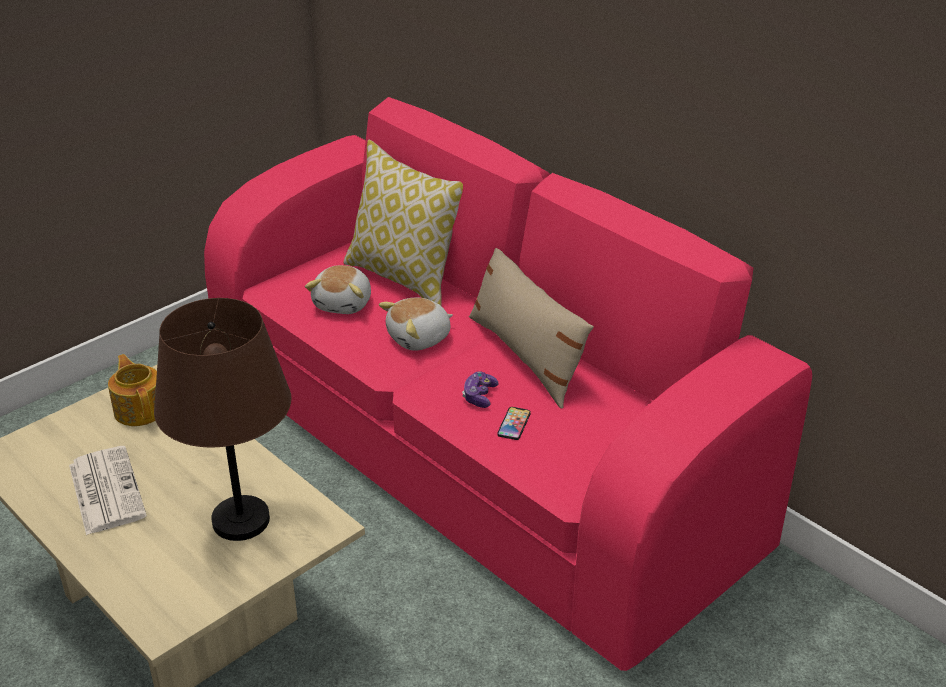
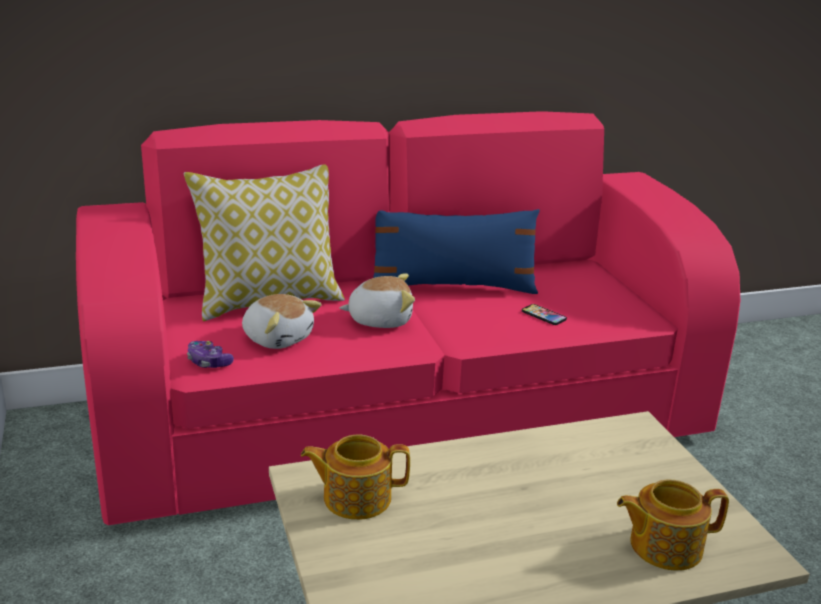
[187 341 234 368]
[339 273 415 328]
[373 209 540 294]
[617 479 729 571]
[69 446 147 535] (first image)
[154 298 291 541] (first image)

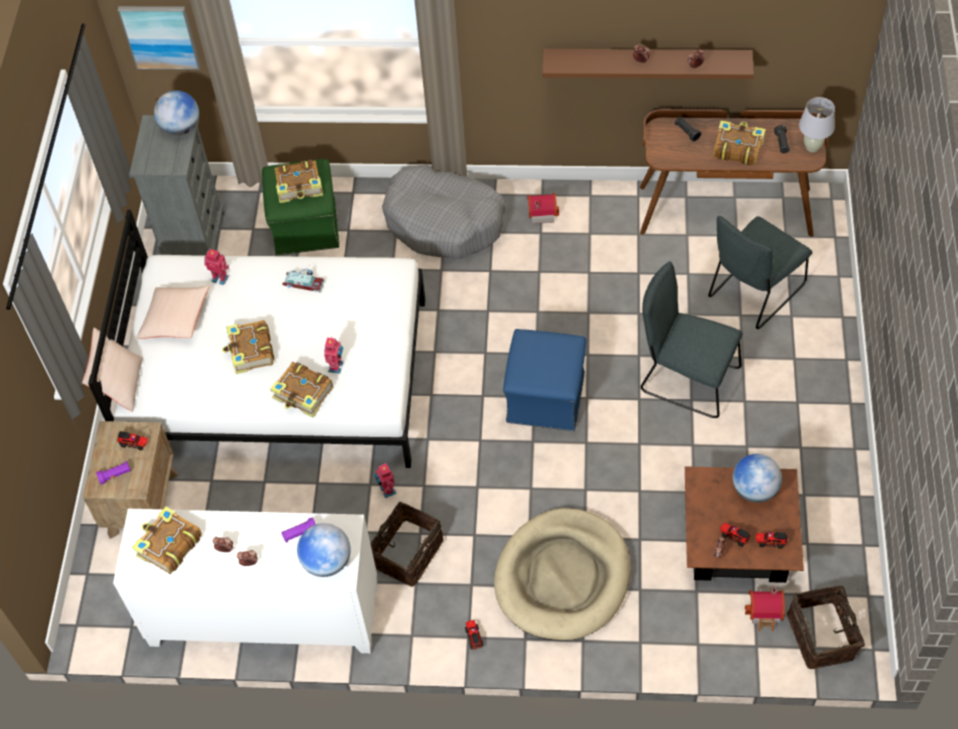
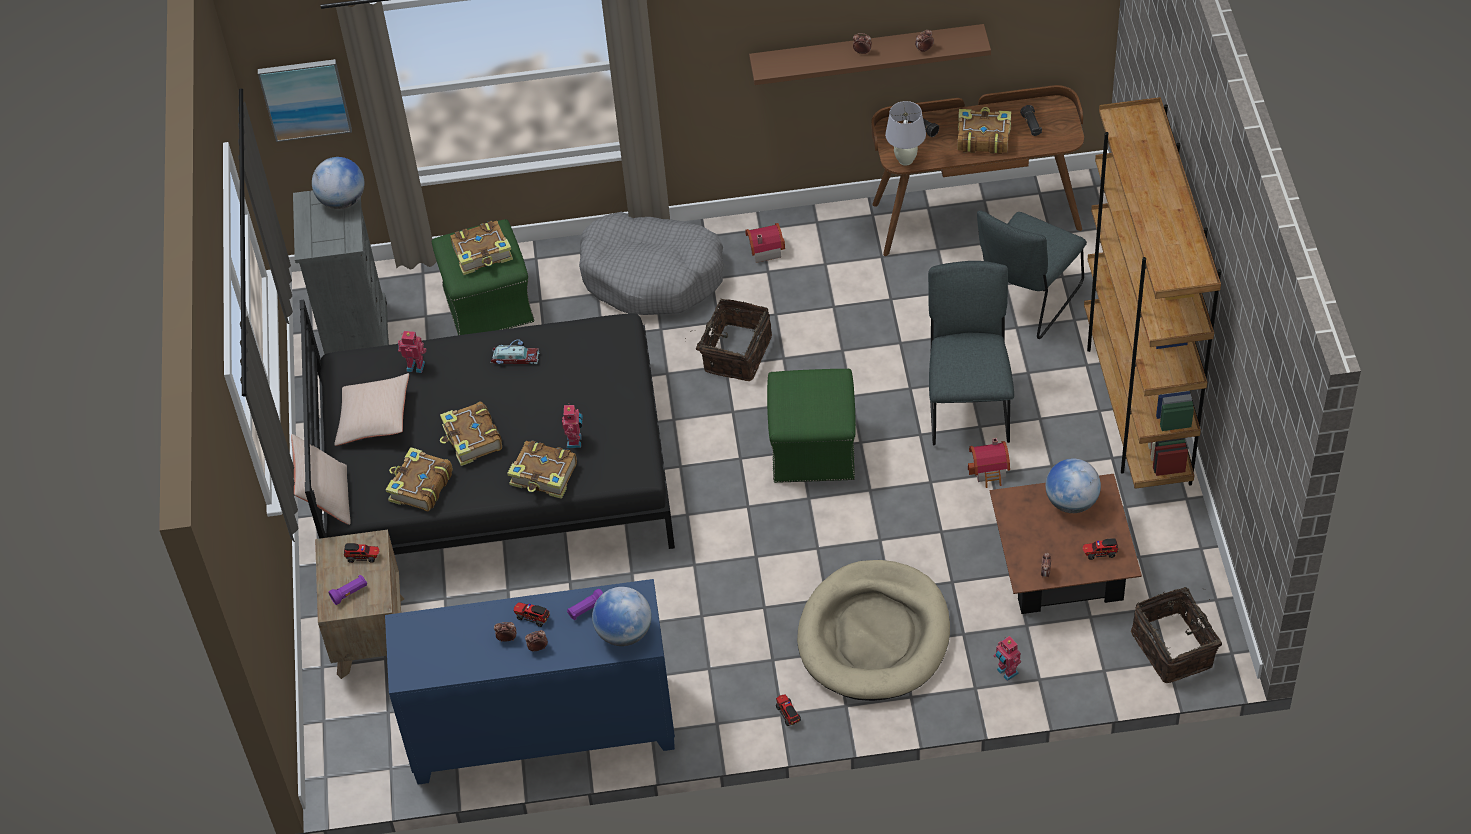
[300 300 675 555]
[385 447 453 512]
[385 579 675 785]
[514 602 550 627]
[691 299 772 381]
[767 369 856 483]
[885 101 926 166]
[928 261 1014 445]
[968 438 1010 488]
[994 636 1021 681]
[1084 97 1222 489]

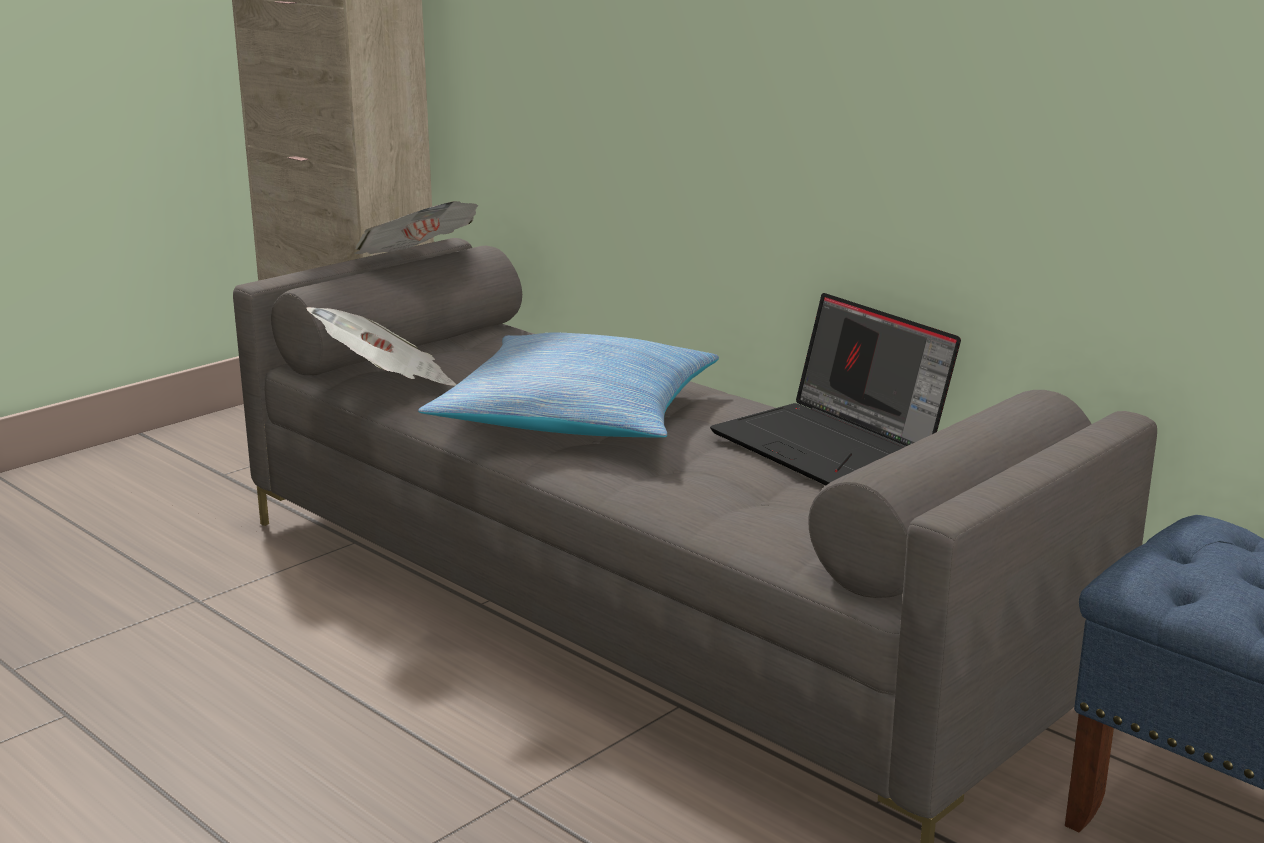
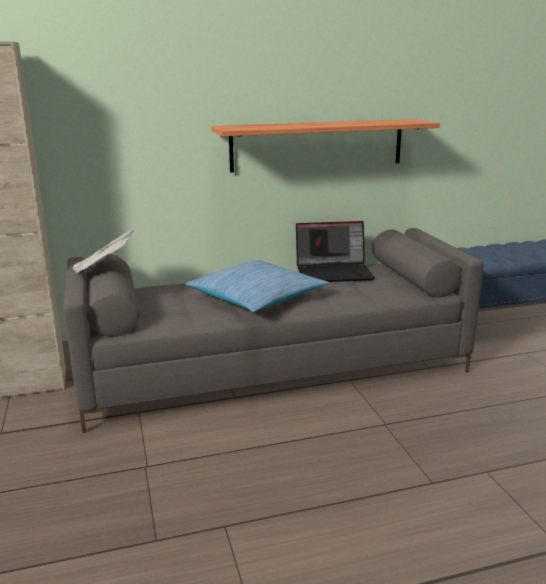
[211 119 440 173]
[306 307 456 386] (first image)

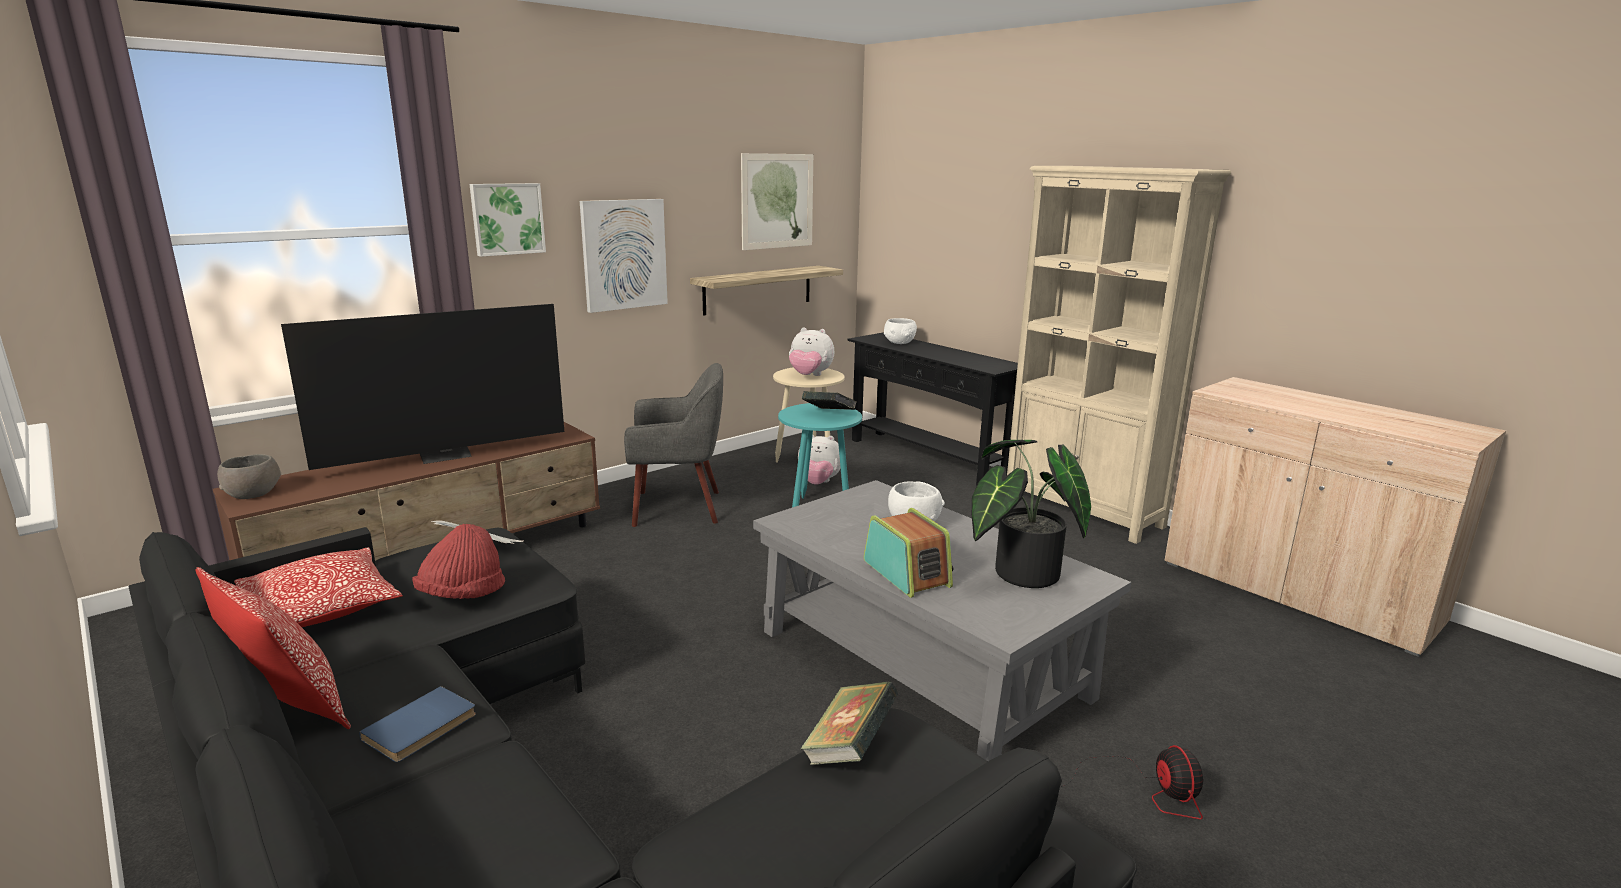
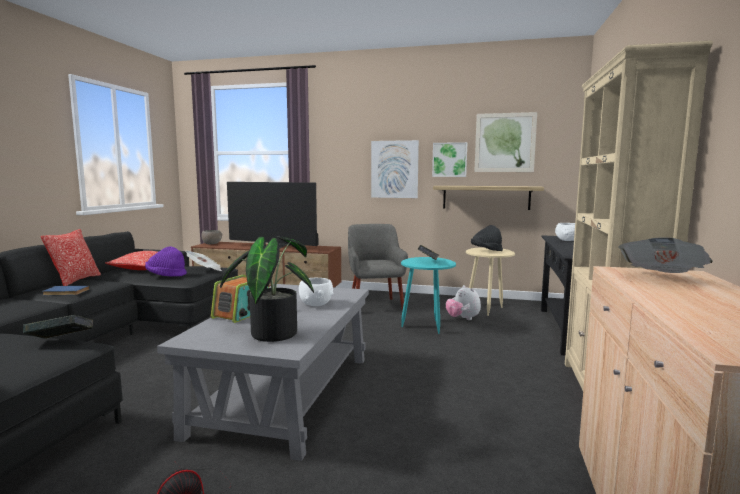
[145 246 187 277]
[348 224 408 311]
[432 142 467 177]
[471 225 503 251]
[618 237 713 273]

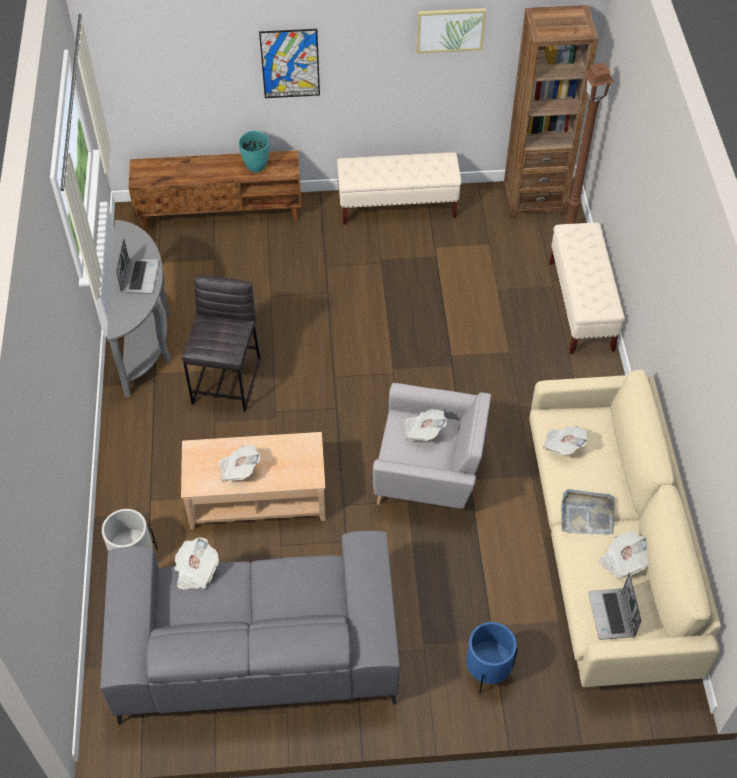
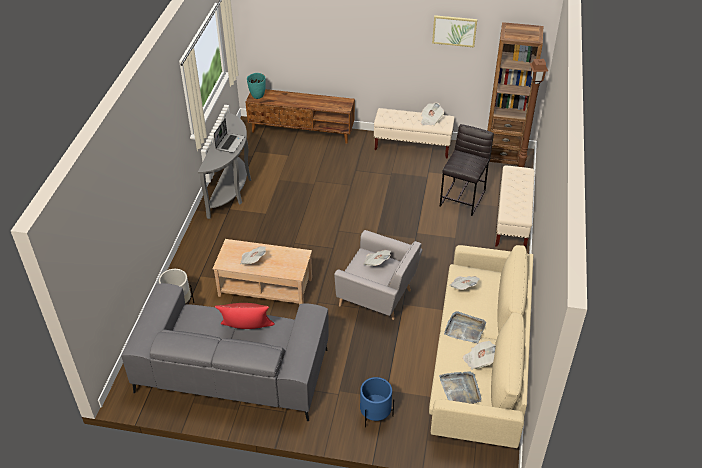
[215 303 275 329]
[247 73 266 99]
[421 103 444 126]
[439 371 482 404]
[440 124 494 216]
[259 29 320 98] (first image)

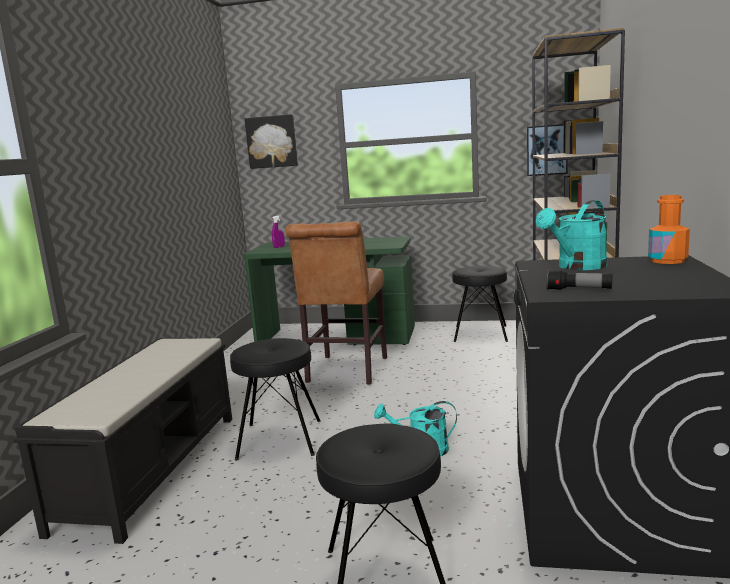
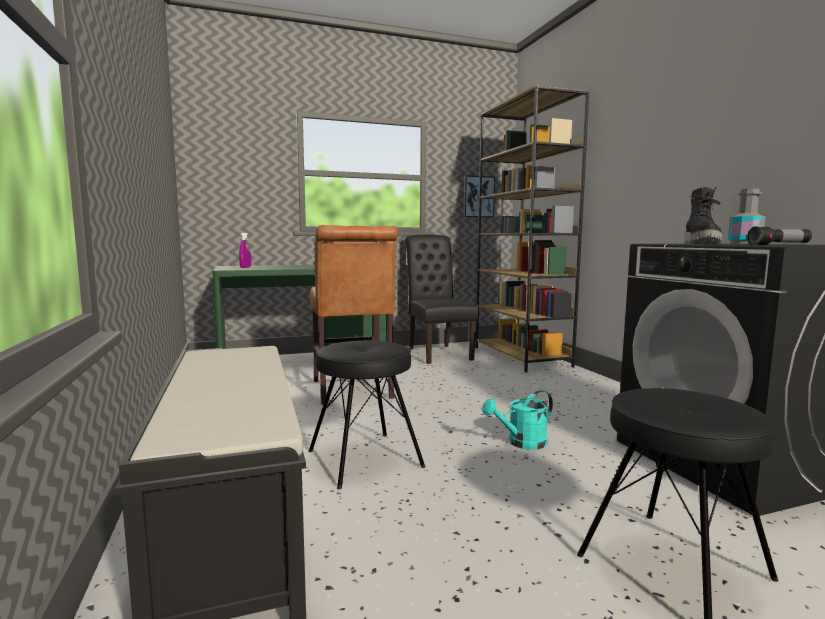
[404 235 479 364]
[685 187 723 244]
[728 189 766 244]
[245 114 298 169] (first image)

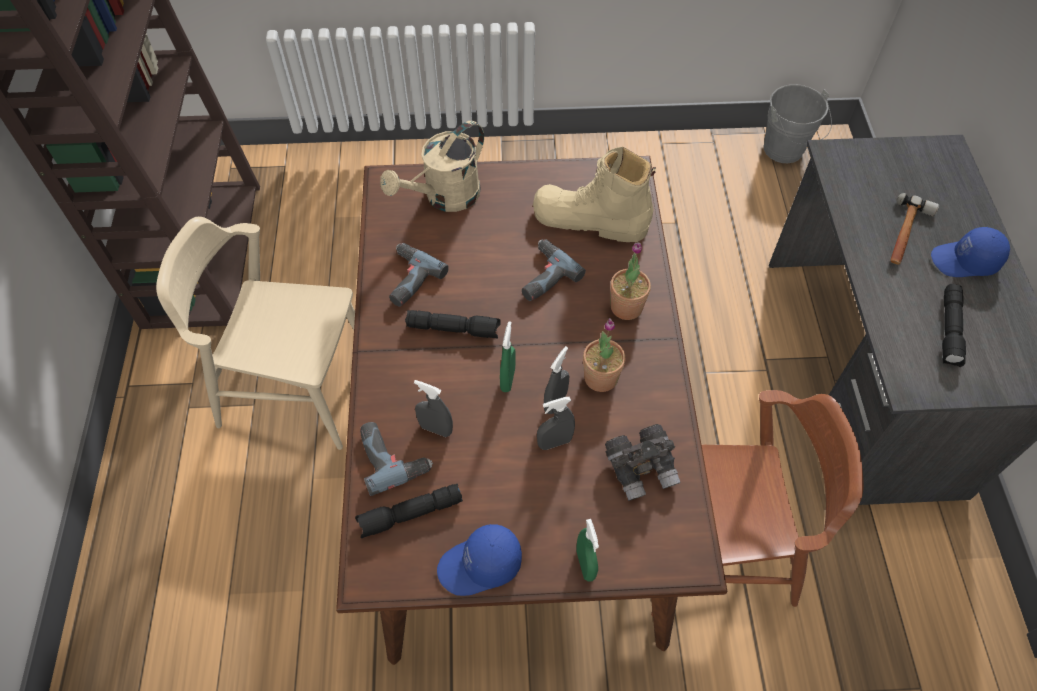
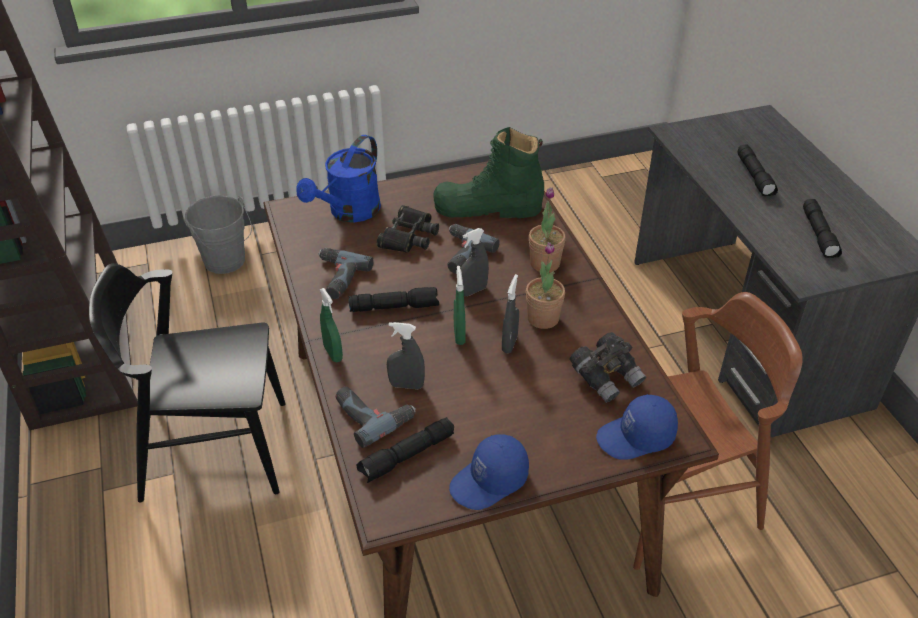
[89 263 285 503]
[183 195 252 274]
[296 135 381 223]
[320 288 343 362]
[377 205 439 253]
[433 127 544 218]
[461 228 489 296]
[596 394 678 460]
[737 145 778 196]

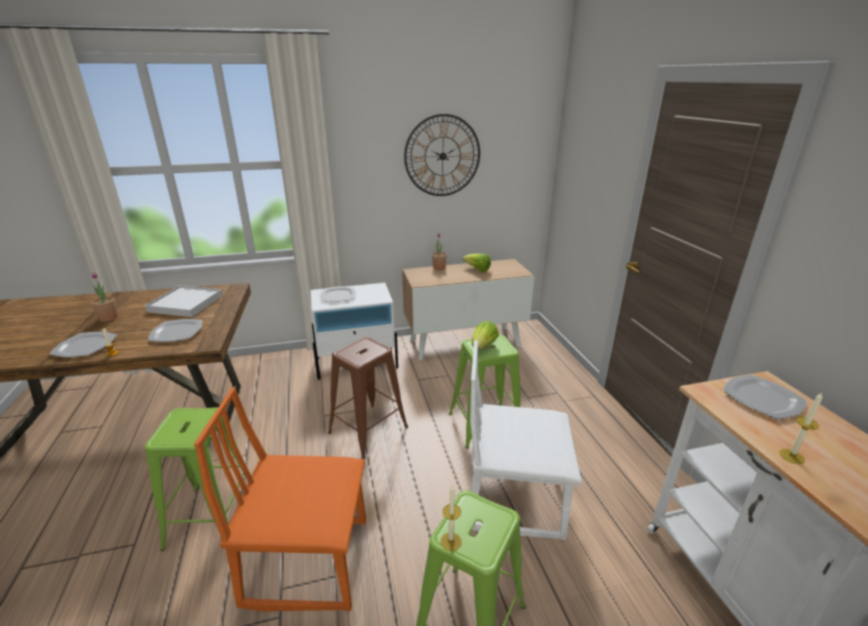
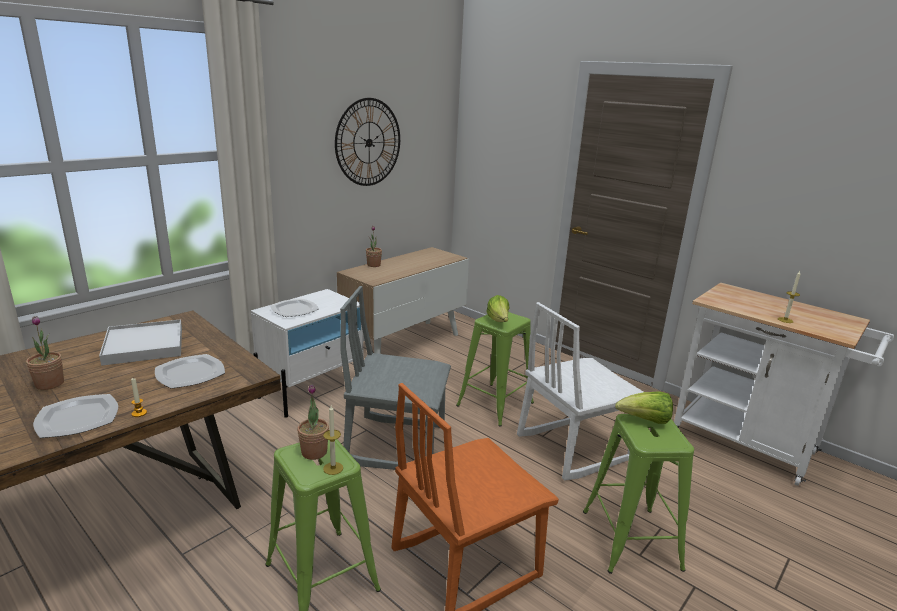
[297 384 329 460]
[323 405 343 475]
[340 286 451 470]
[615 391 673 424]
[723 375 807 419] (first image)

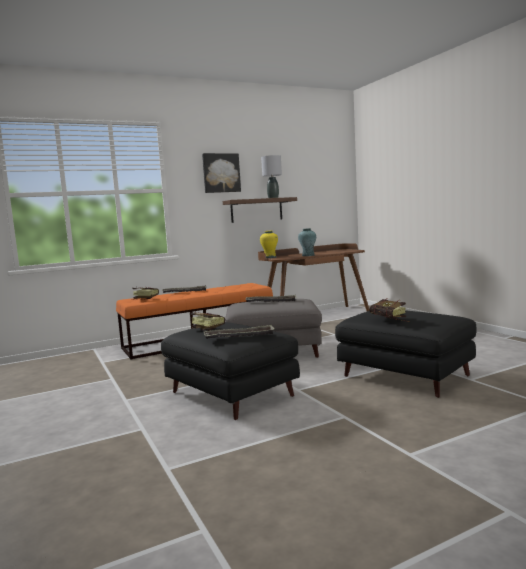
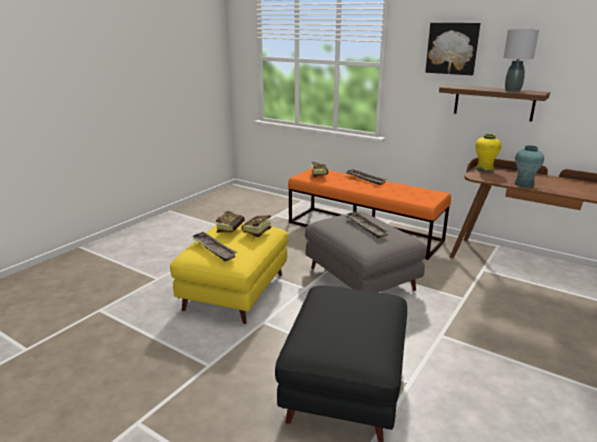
[170 223 289 324]
[241 215 271 242]

